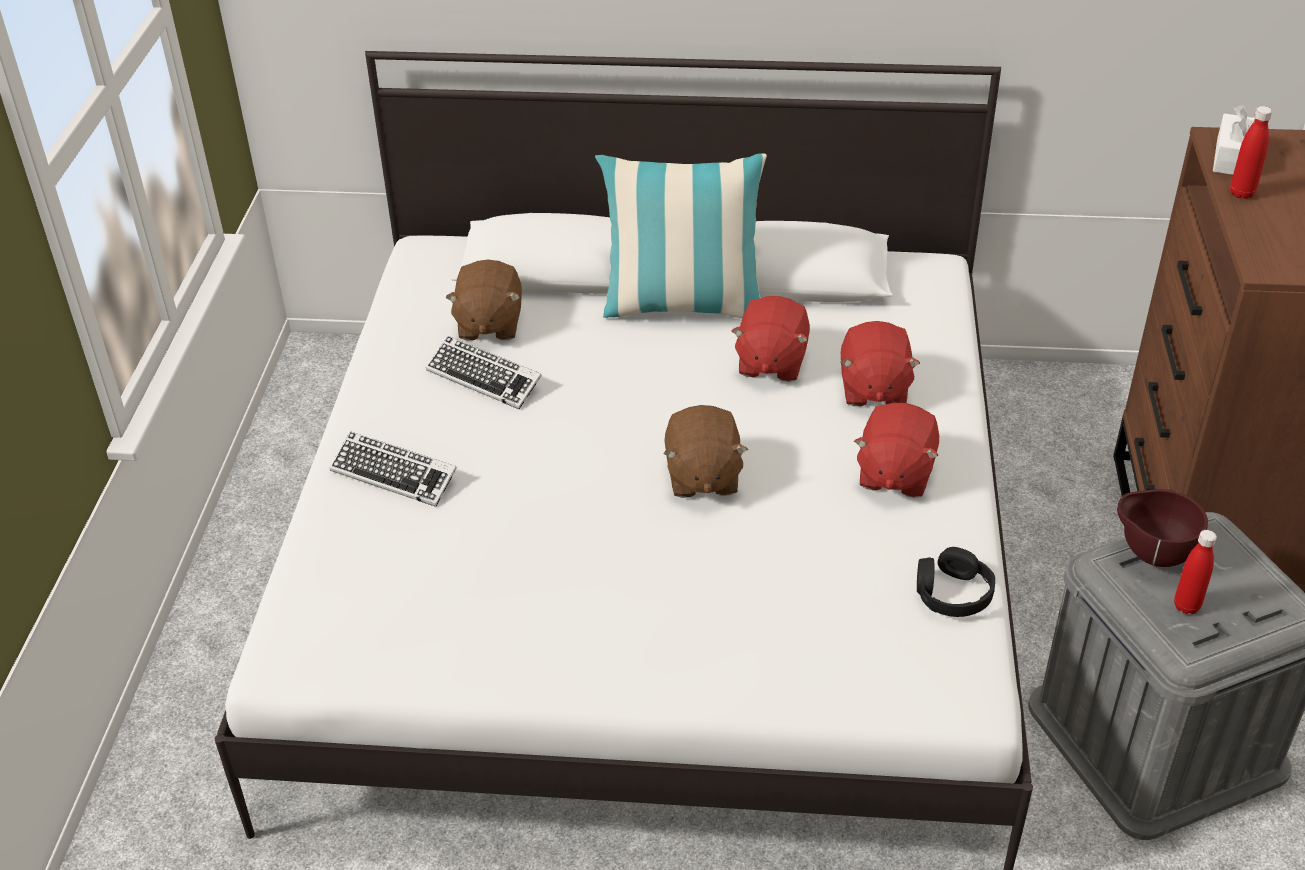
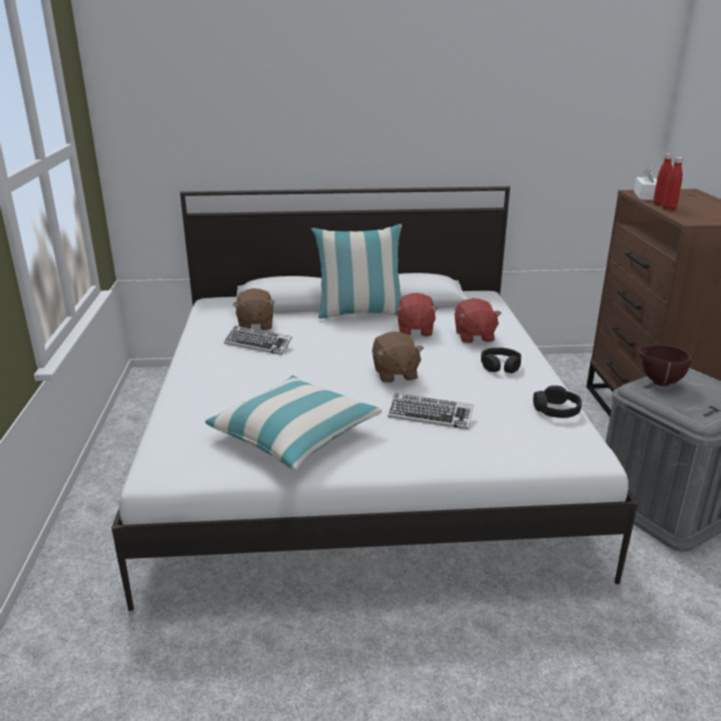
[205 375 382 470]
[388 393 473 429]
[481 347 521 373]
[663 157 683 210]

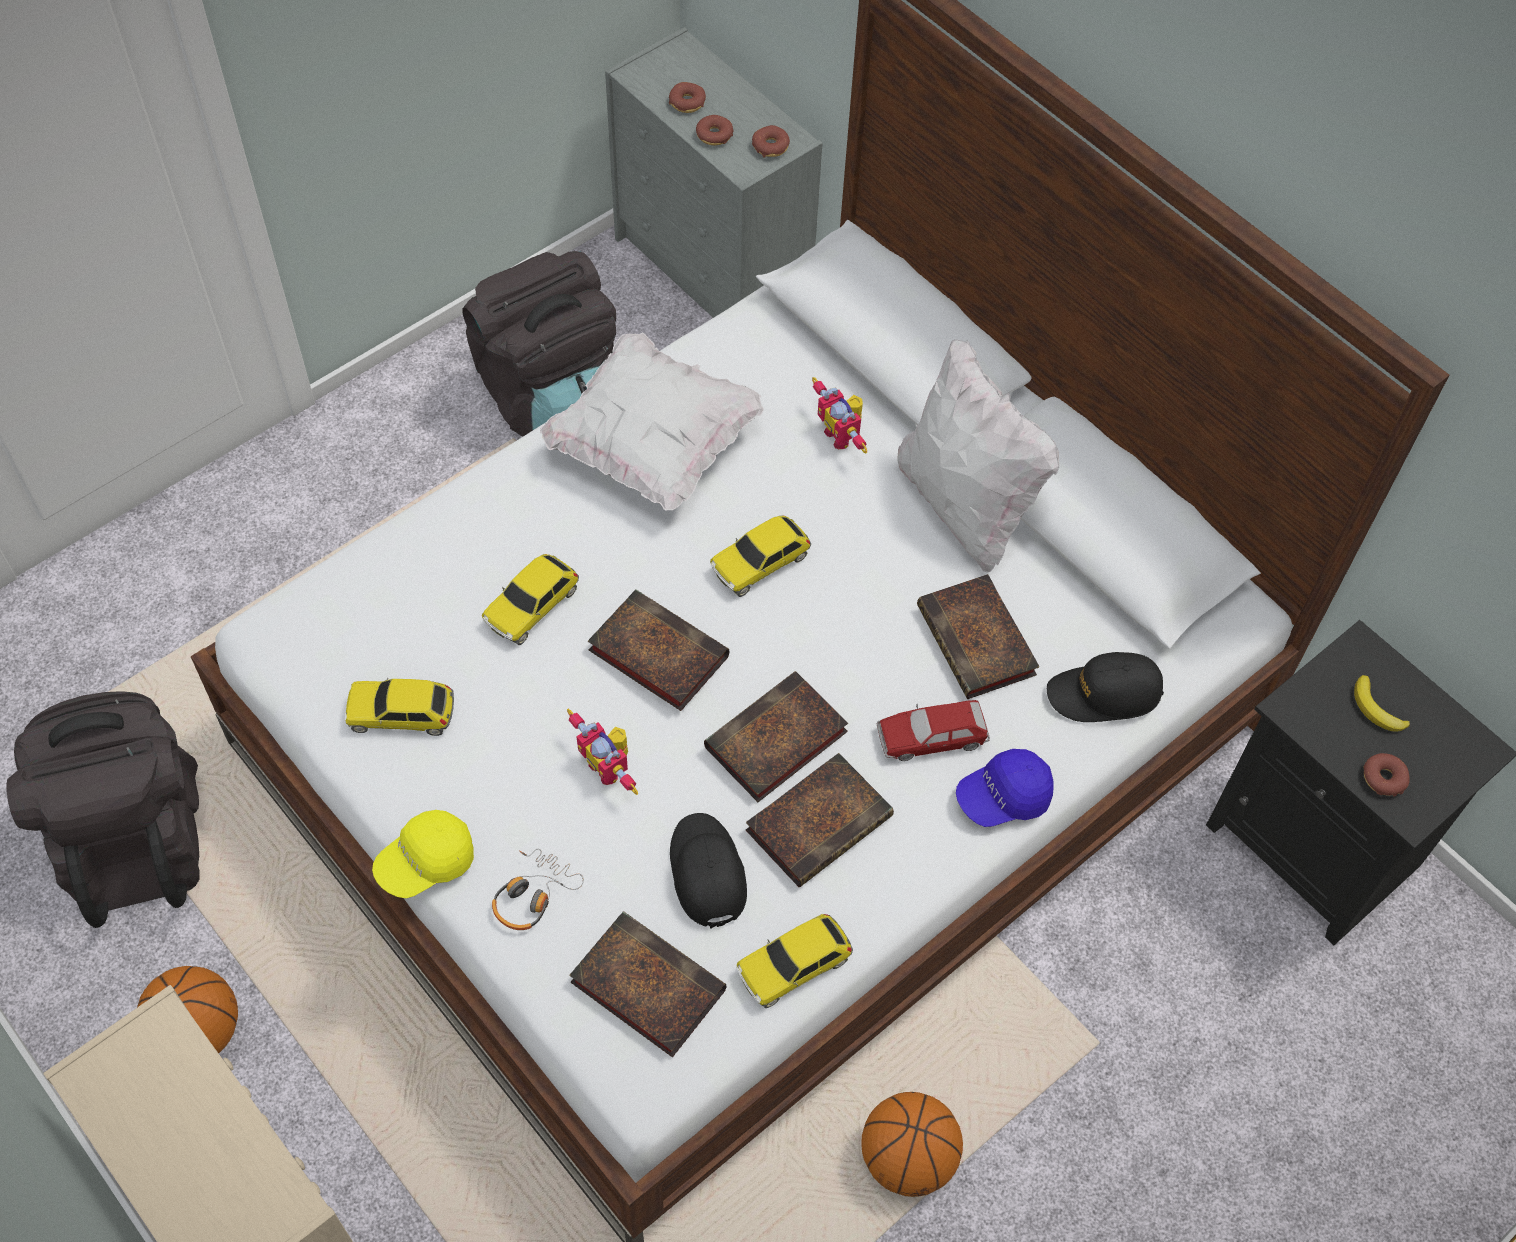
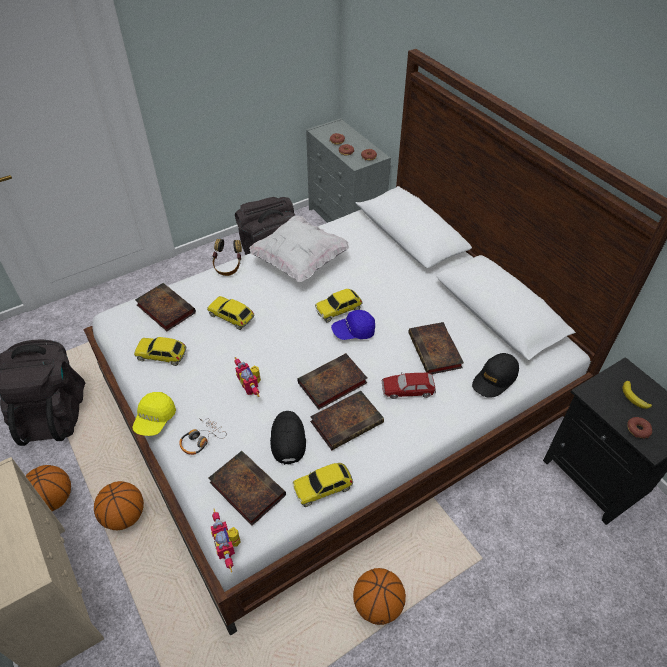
[94 481 144 530]
[132 392 176 436]
[135 283 196 331]
[207 296 255 330]
[211 509 241 573]
[212 239 242 276]
[331 310 375 340]
[472 353 519 398]
[897 340 1059 573] (first image)

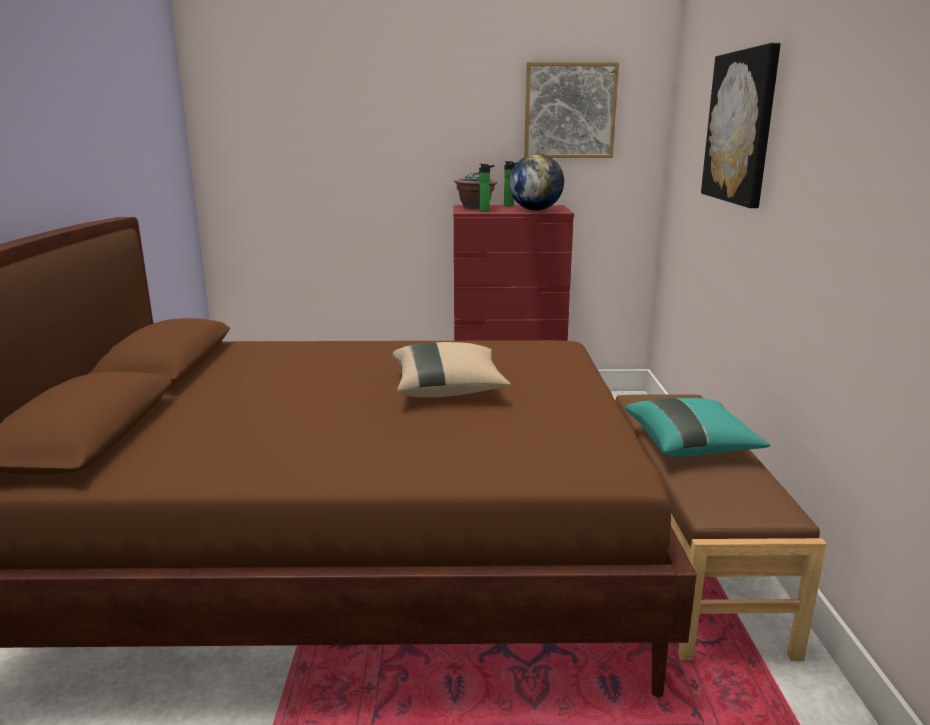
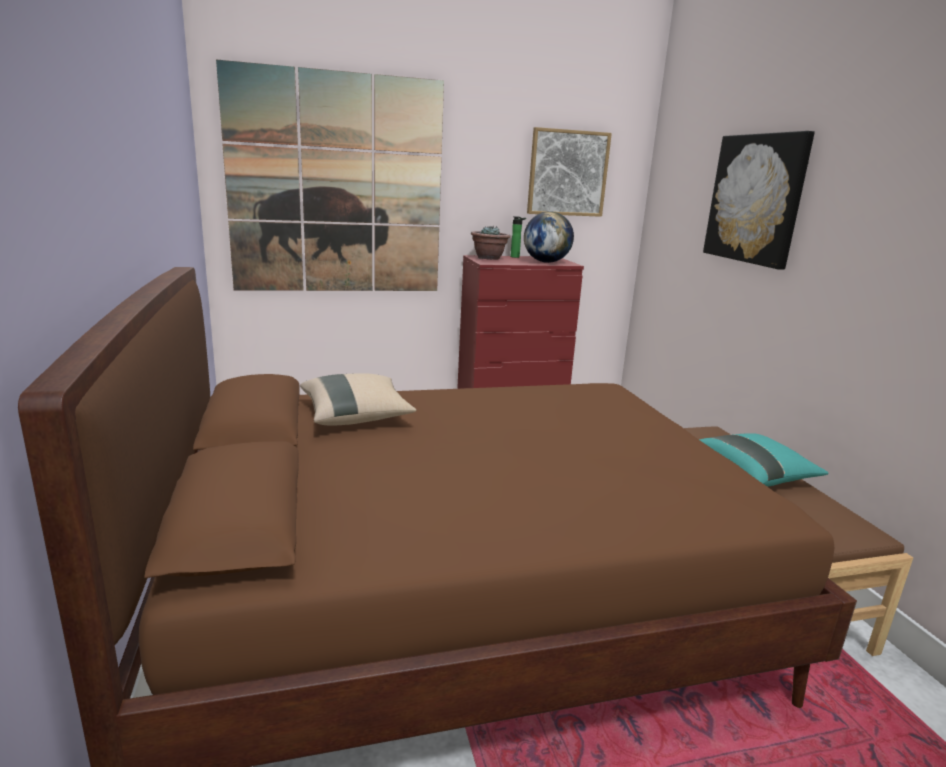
[216 59 444 291]
[300 373 416 426]
[479 164 495 212] (first image)

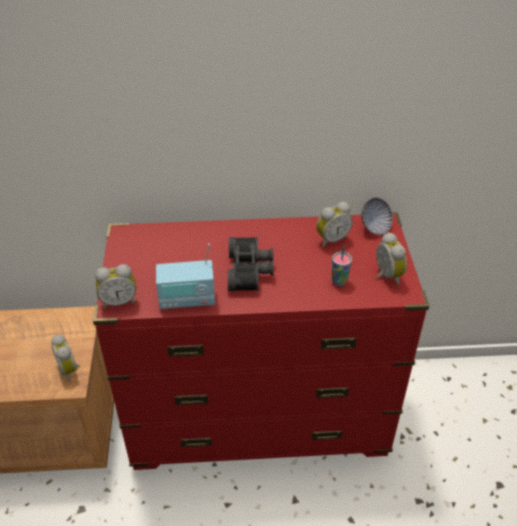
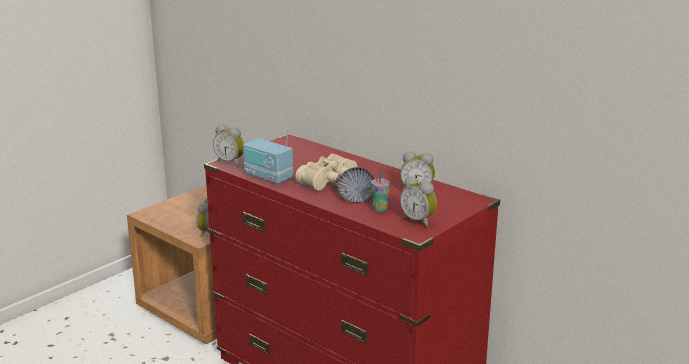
[296 154 357 190]
[338 167 375 203]
[400 176 437 227]

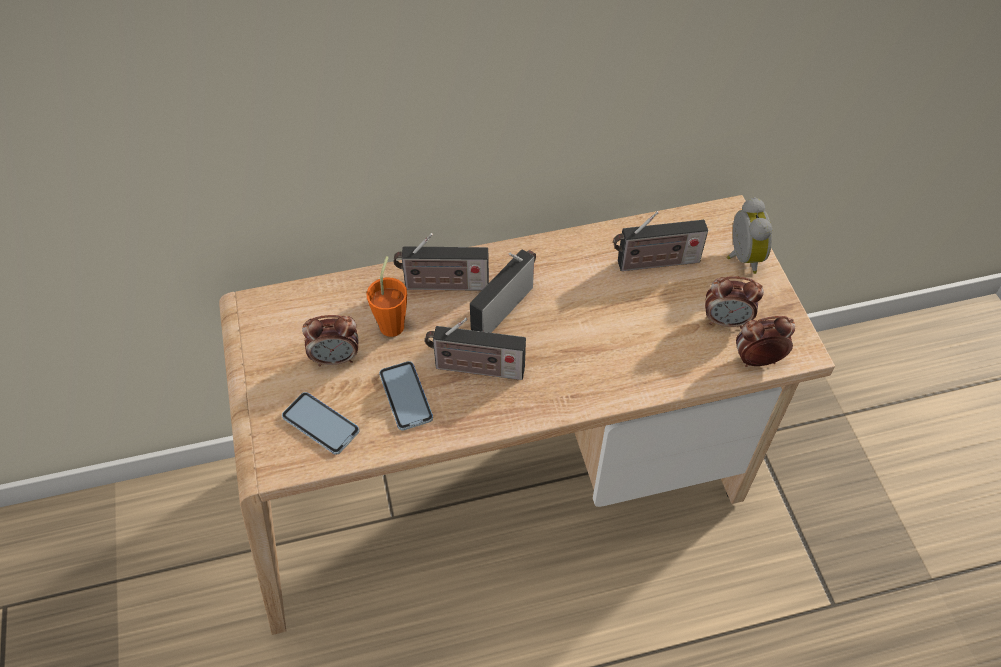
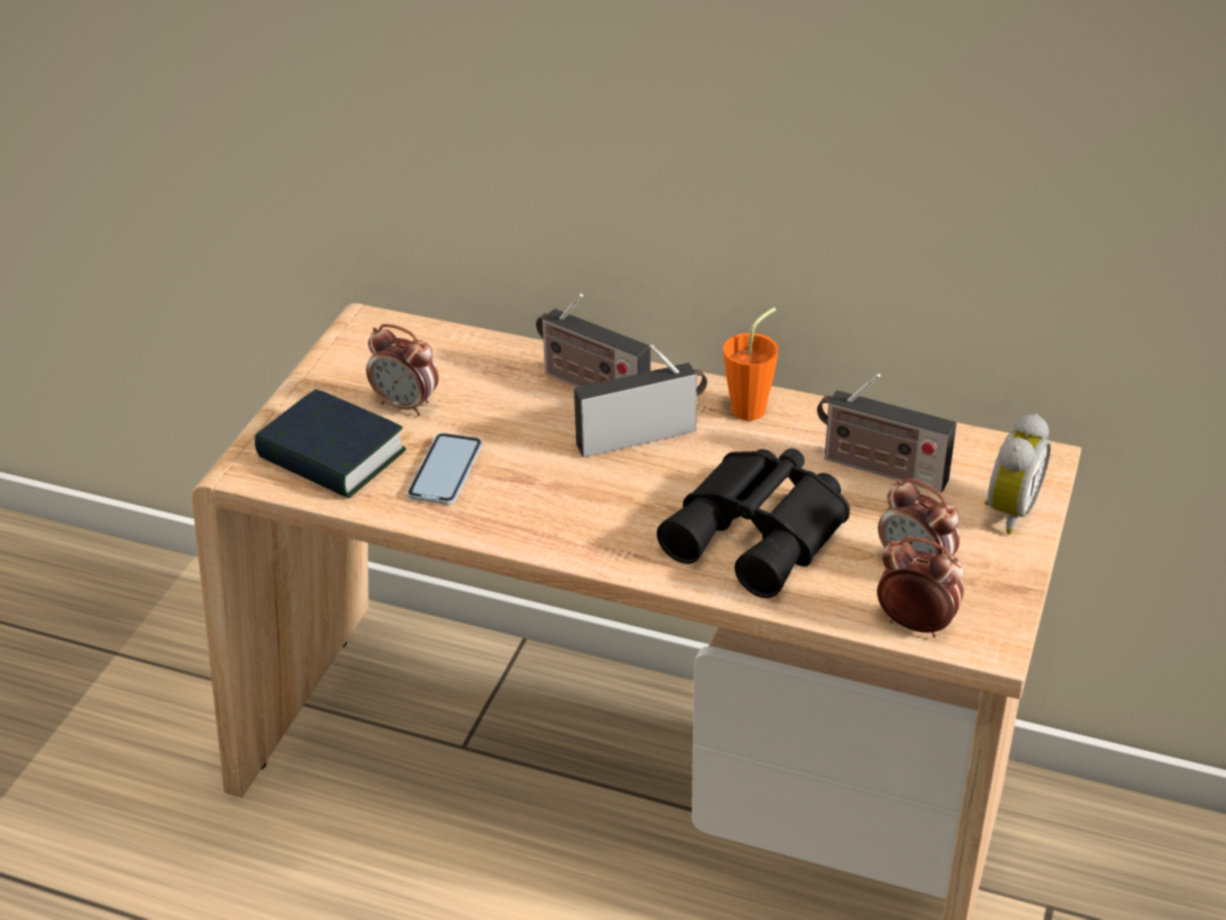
[255 389 406 499]
[657 448 850 598]
[723 307 778 421]
[425 318 526 380] (first image)

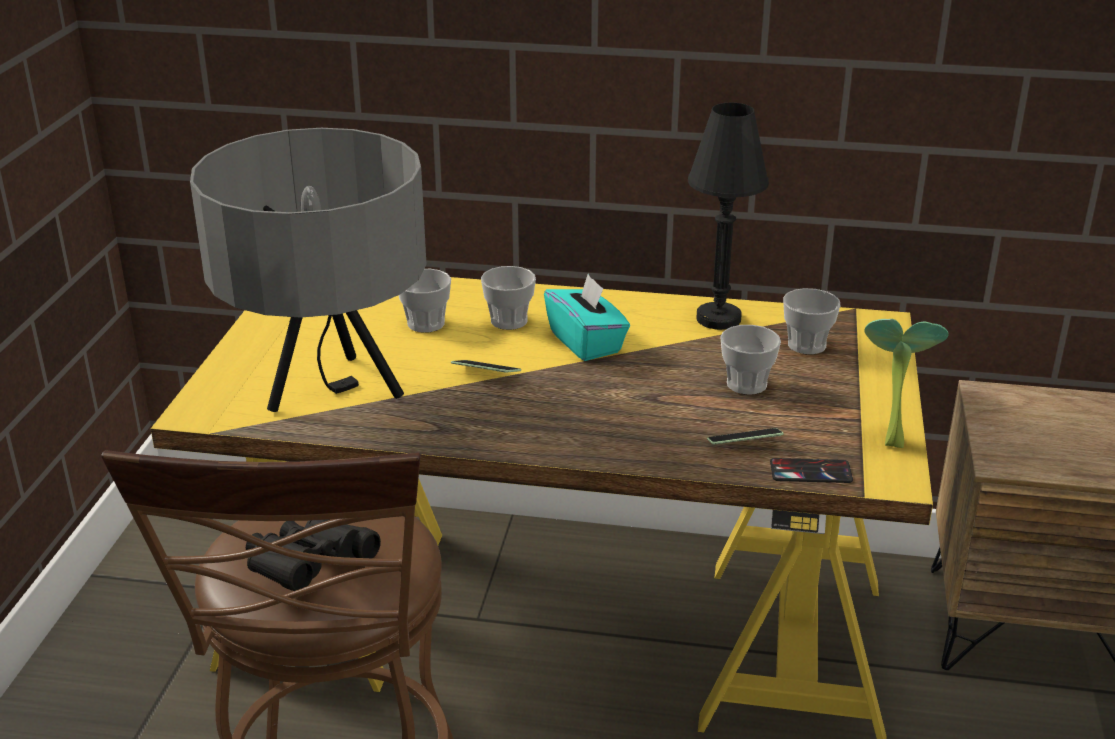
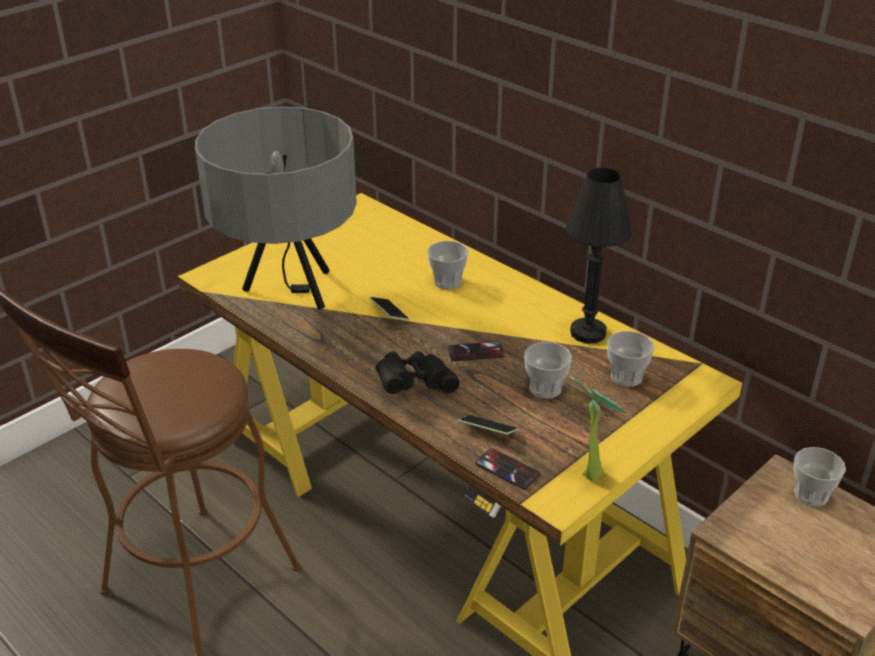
[375 351 460 394]
[448 341 504 361]
[794 447 846 507]
[544 274 630 361] (first image)

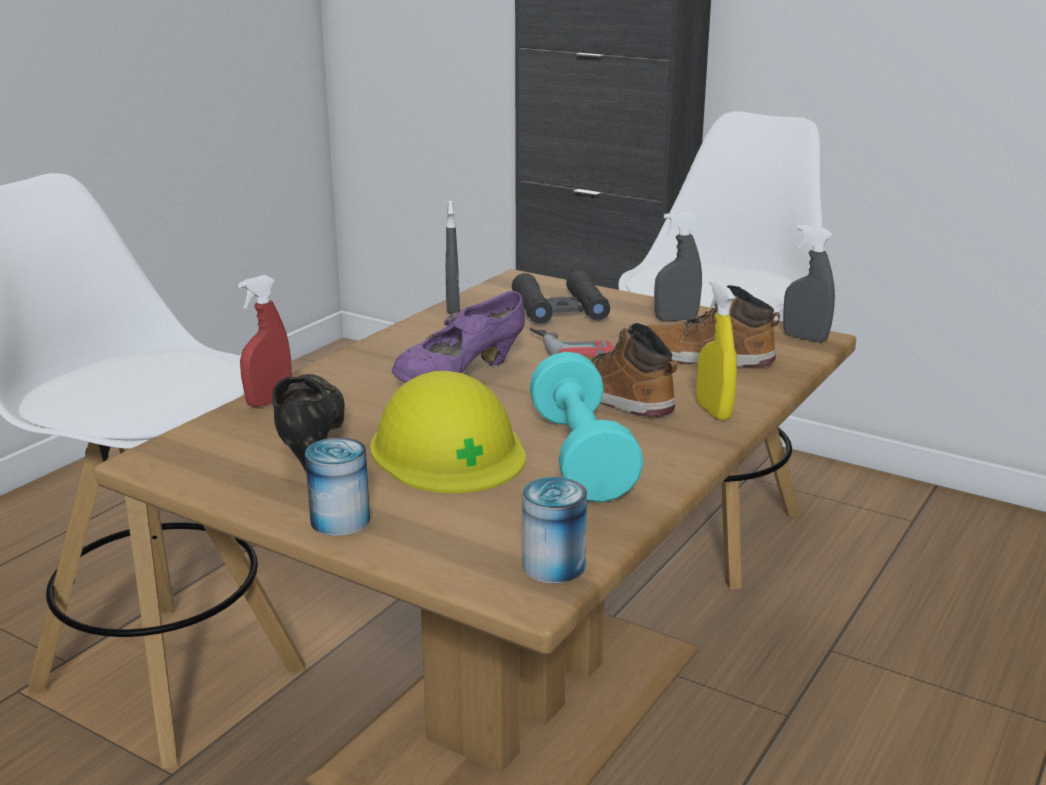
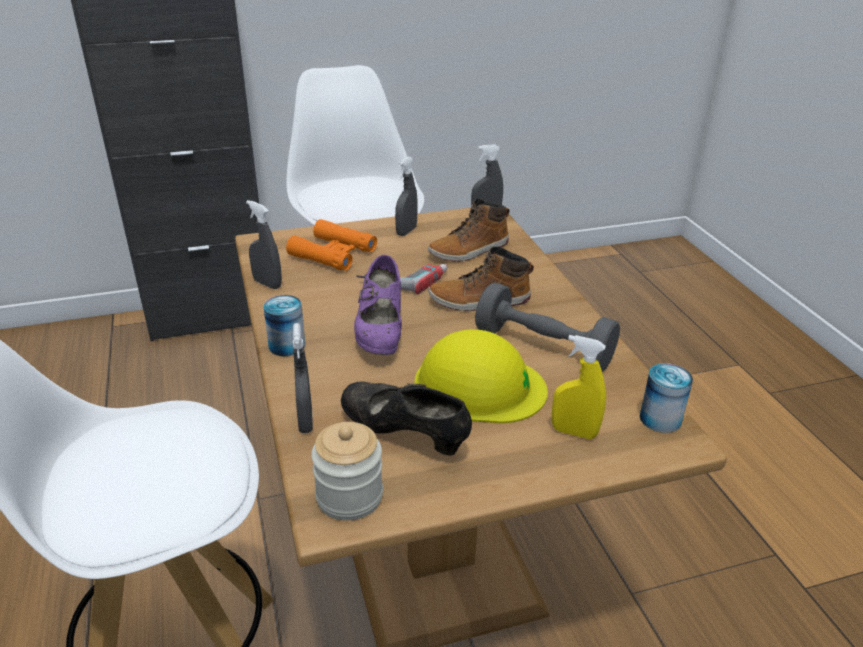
[264 295 305 356]
[286 219 377 271]
[293 323 313 433]
[311 422 383 521]
[475 282 620 372]
[552 335 606 439]

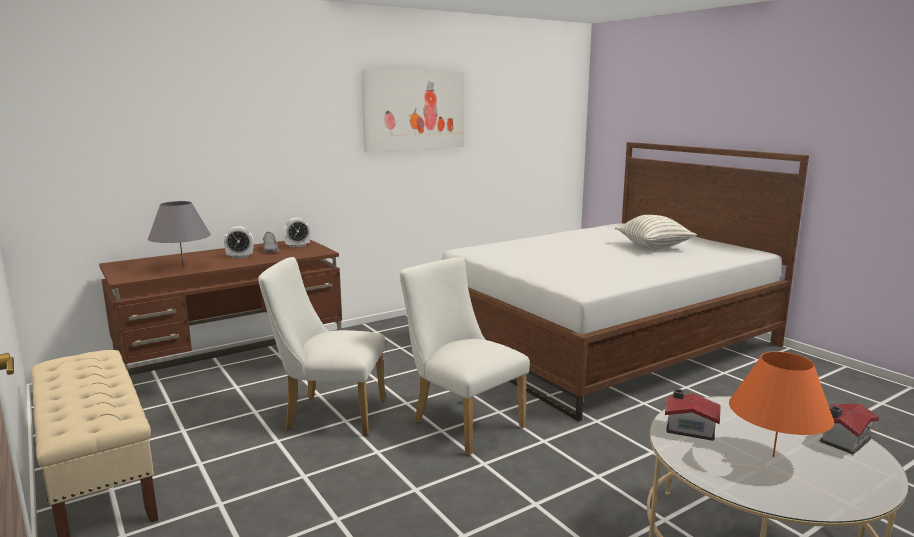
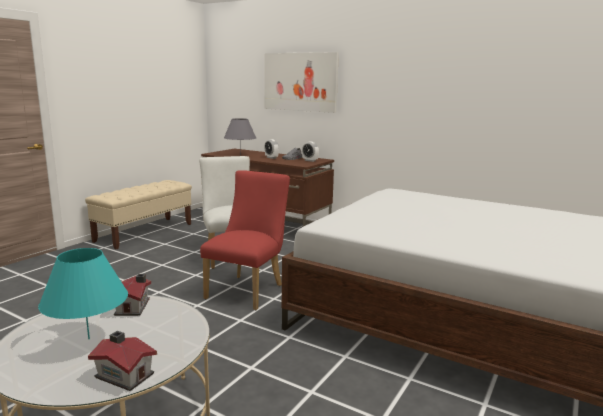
[38 248 128 339]
[200 170 290 310]
[265 52 339 113]
[615 215 697 250] (first image)

